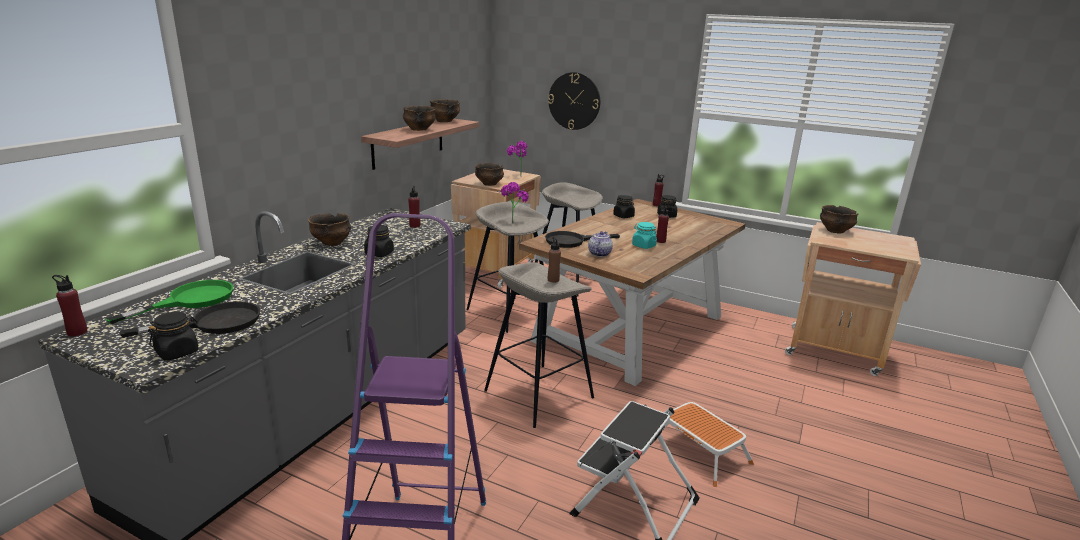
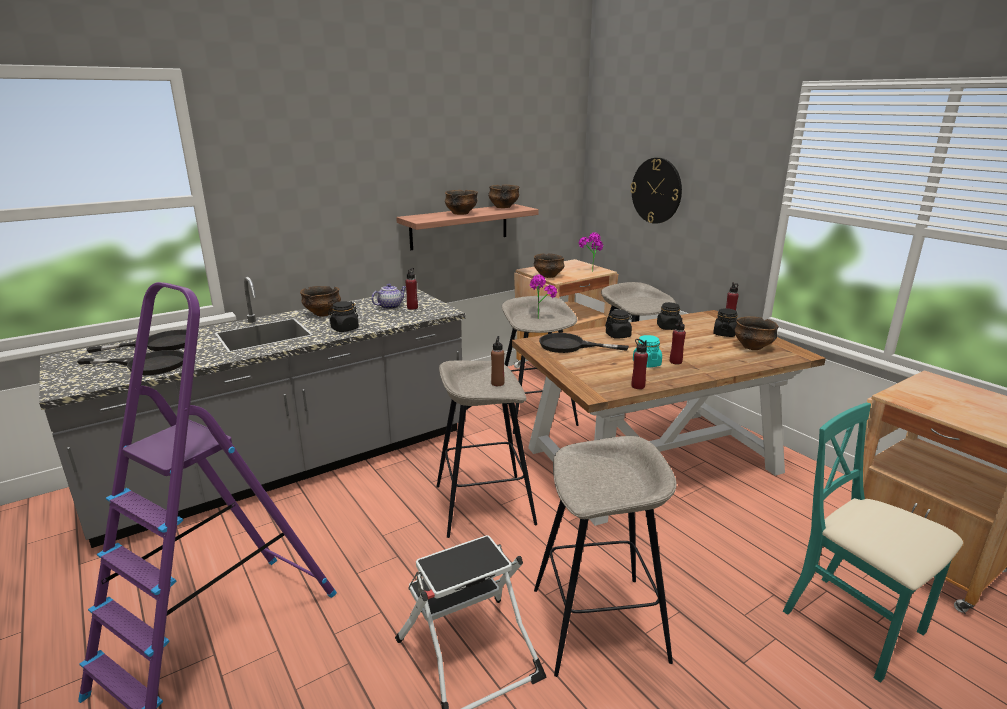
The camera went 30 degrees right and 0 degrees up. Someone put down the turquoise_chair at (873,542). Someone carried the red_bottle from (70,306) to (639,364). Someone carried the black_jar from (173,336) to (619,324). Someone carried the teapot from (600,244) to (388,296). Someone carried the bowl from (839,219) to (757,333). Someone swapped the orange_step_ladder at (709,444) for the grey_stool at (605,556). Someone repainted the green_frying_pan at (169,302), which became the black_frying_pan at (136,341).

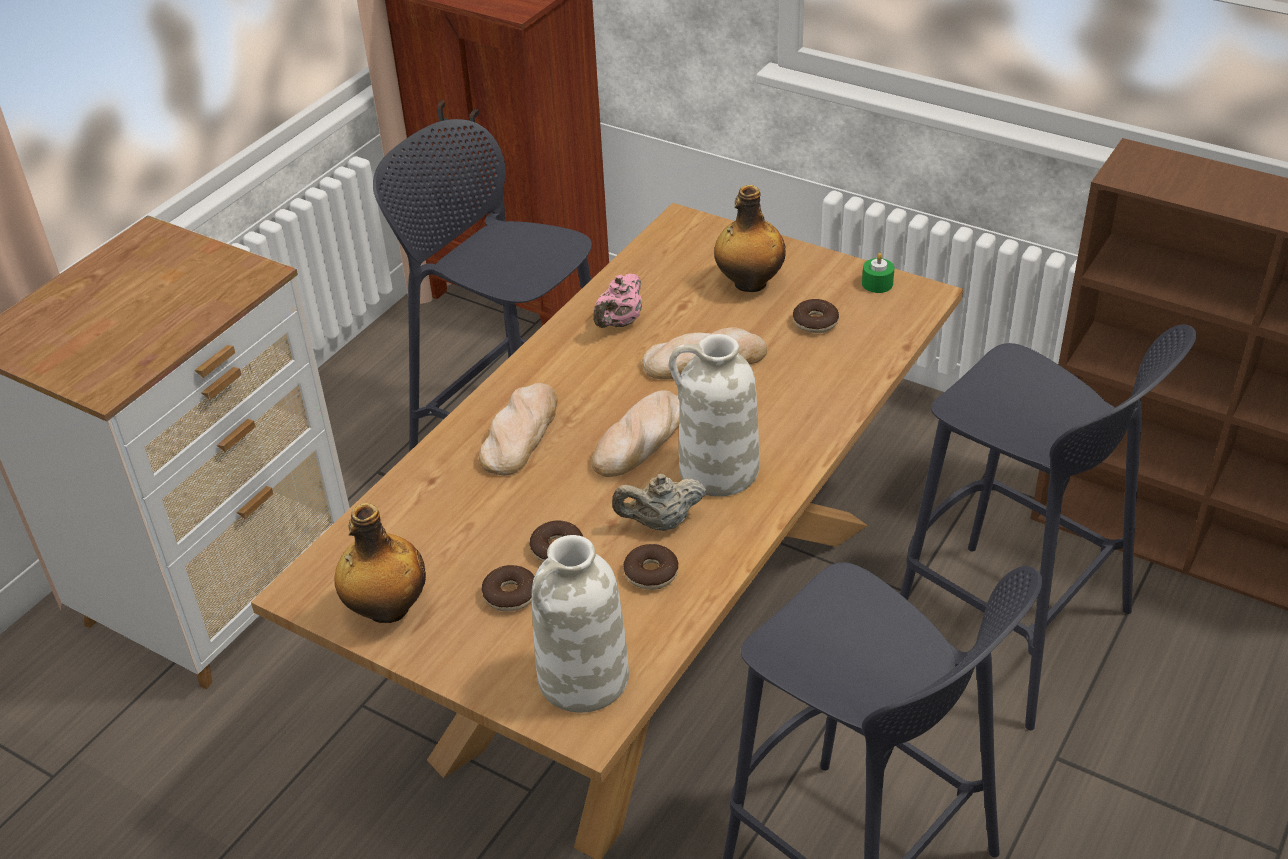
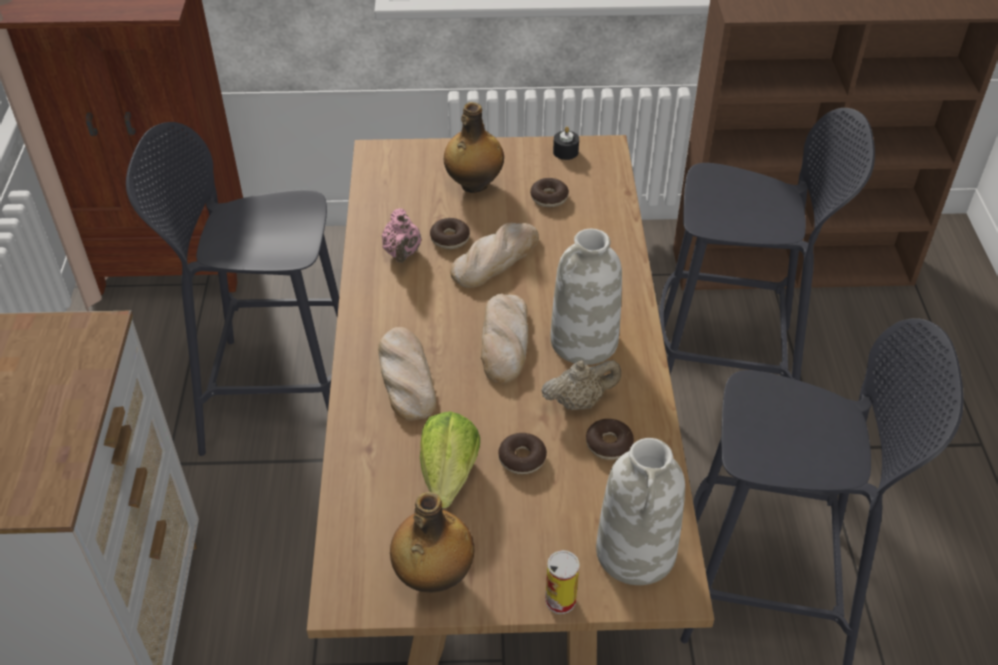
The camera went 35 degrees left and 5 degrees up. Someone put down the lettuce at (450,460). Someone put down the can at (562,582). Someone carried the donut from (508,588) to (450,233). Someone repainted the green_candle at (878,273), which became the black_candle at (566,143). Someone rotated the beige_teapot at (659,502) by 150 degrees counterclockwise.

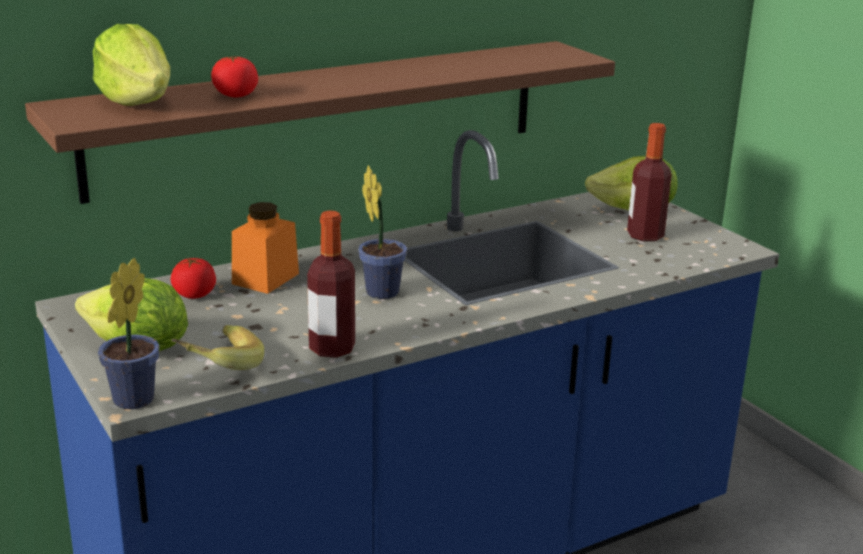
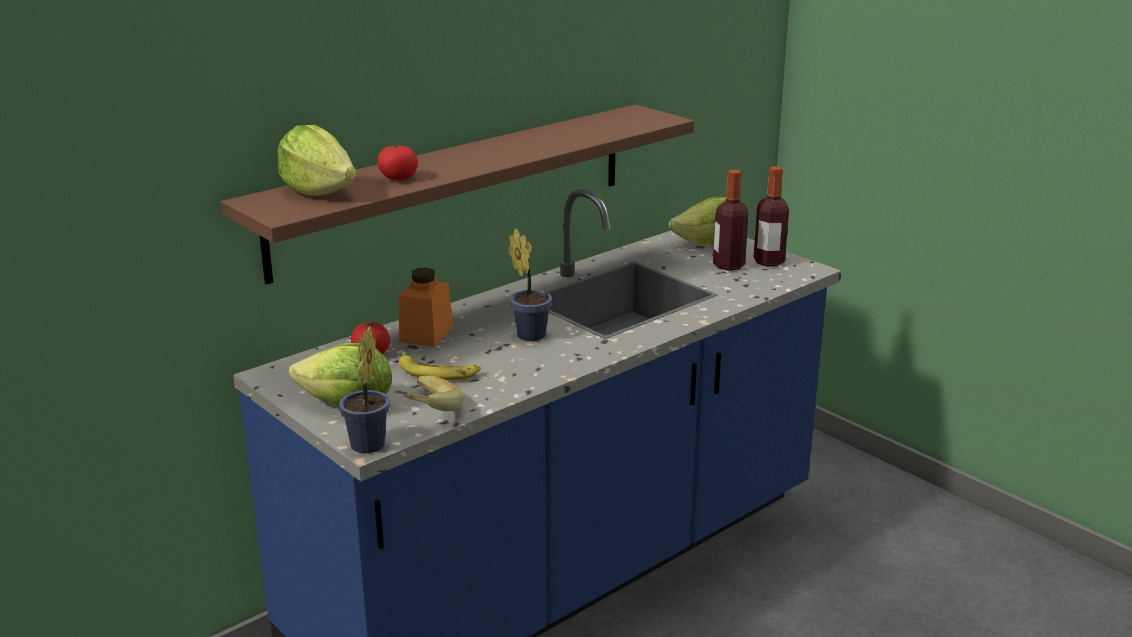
The camera went 10 degrees left and 0 degrees up. Someone put down the banana at (440,366). Someone carried the bottle from (331,284) to (771,216).

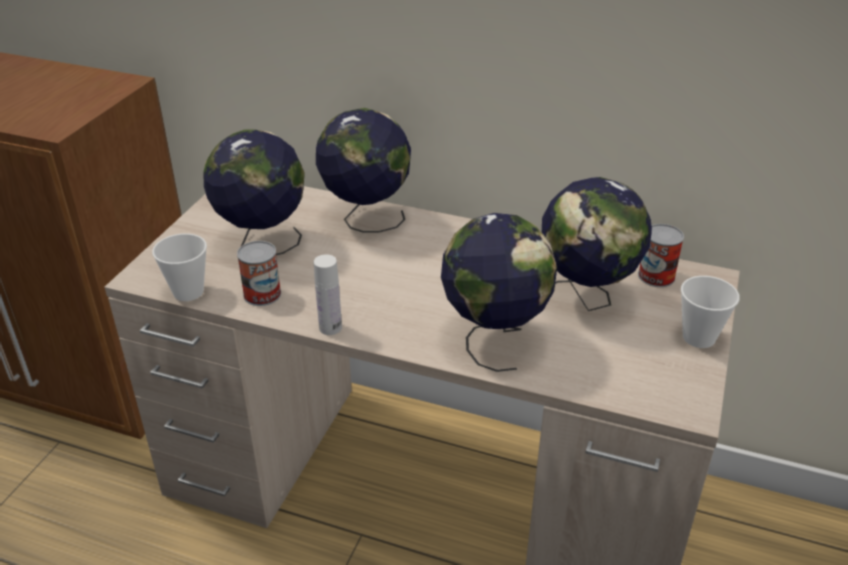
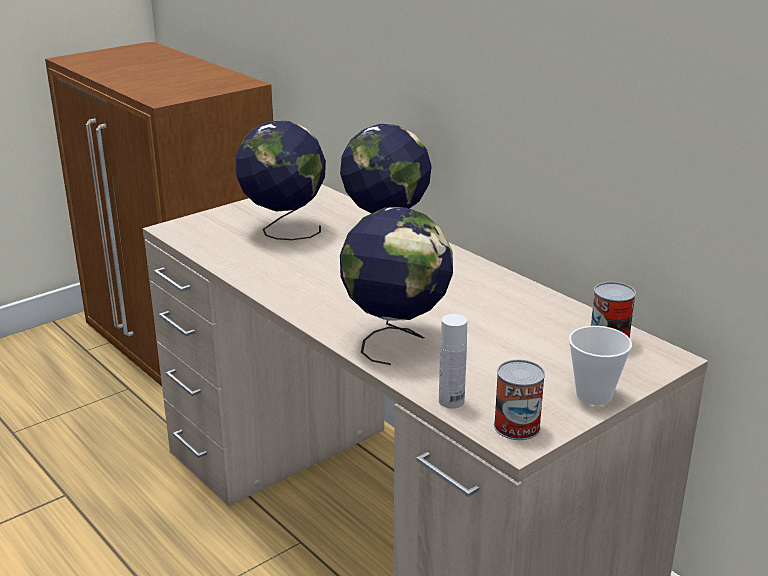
The camera went 30 degrees right and 10 degrees down. Someone took away the cup at (179,267). Someone took away the globe at (597,244). Someone carried the can from (259,273) to (519,399). Someone carried the white_bottle from (328,294) to (453,361).

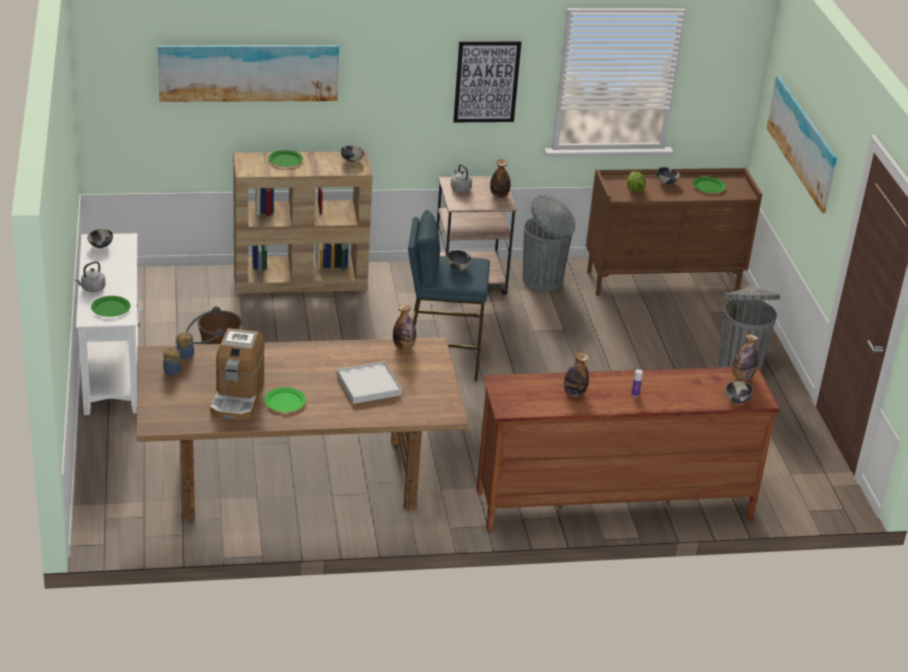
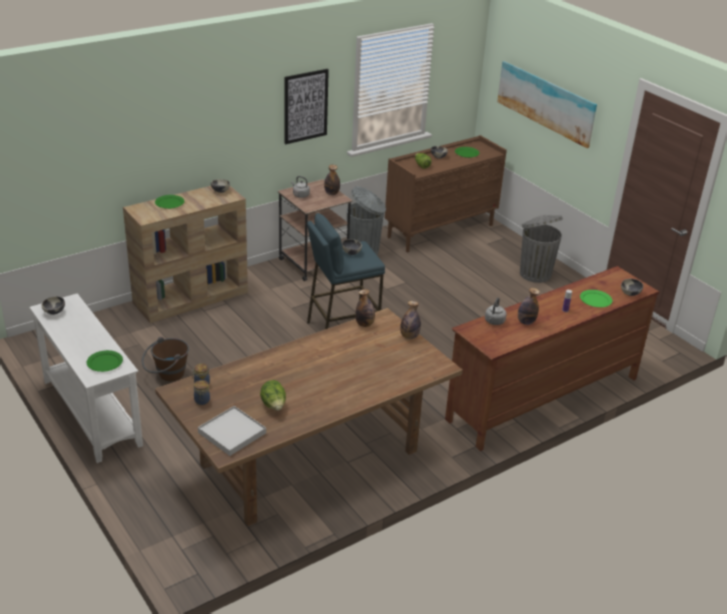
The camera went 25 degrees left and 0 degrees up. Someone took away the picture at (248,73). Someone carried the grey_kettle from (90,276) to (496,311). Someone carried the green_plate from (285,399) to (596,298). Someone carried the white_tray from (369,382) to (232,431). Someone carried the bottle from (745,357) to (410,320). Someone swapped the coffee_machine at (237,374) for the lettuce at (273,395).

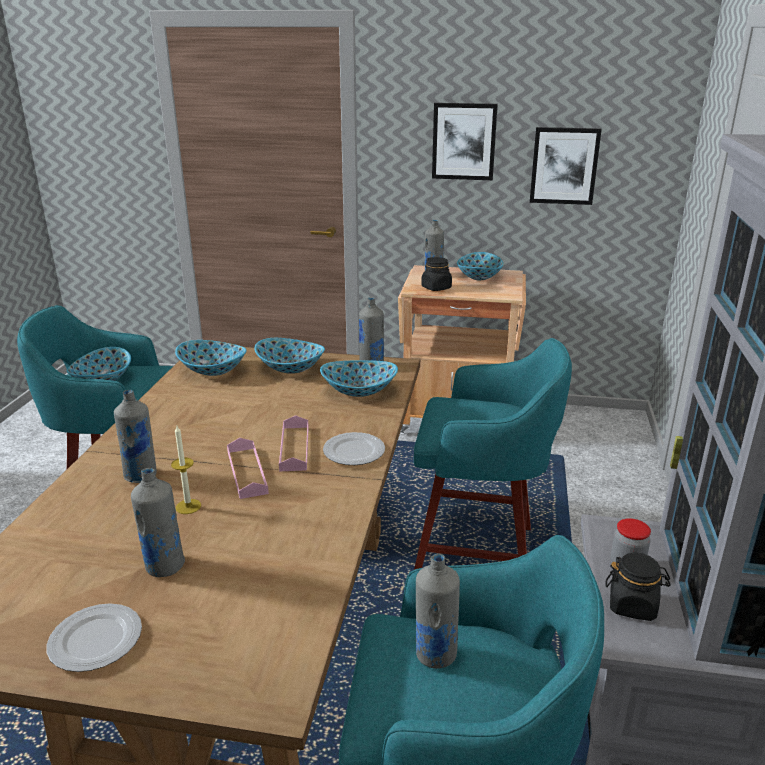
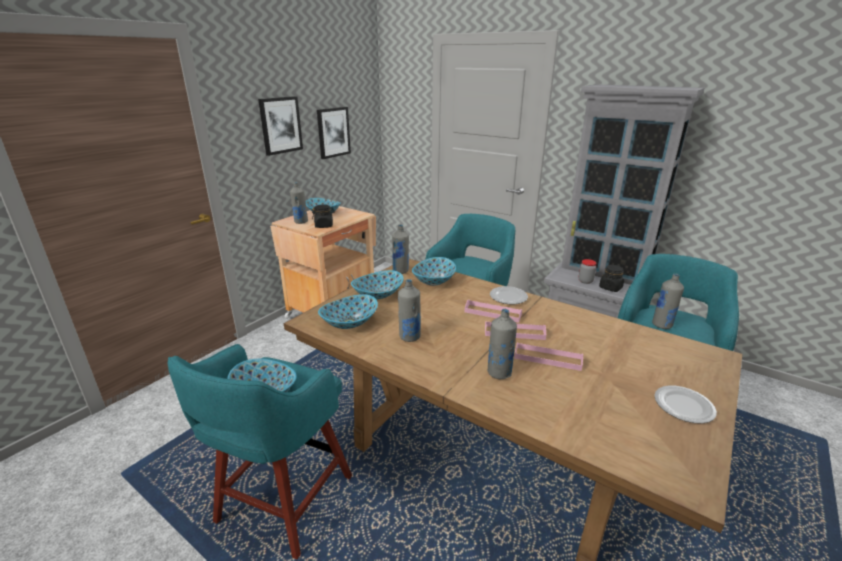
The camera went 65 degrees left and 0 degrees up. Someone carried the grey_bottle from (158,522) to (409,310). Someone swapped the candle at (186,470) for the pink_tray at (548,356).

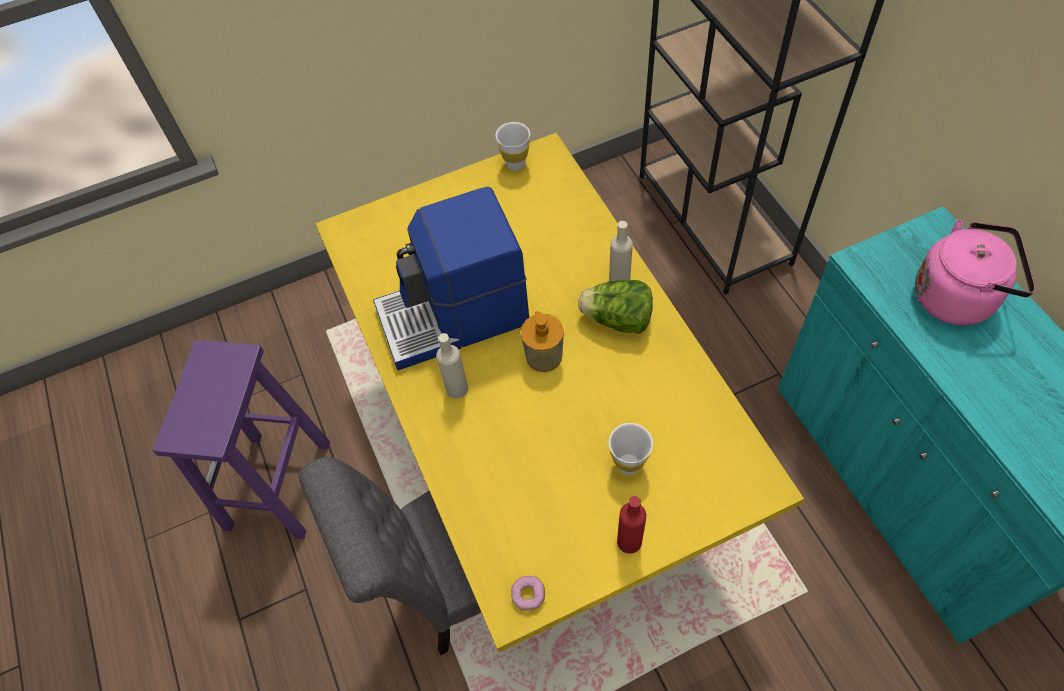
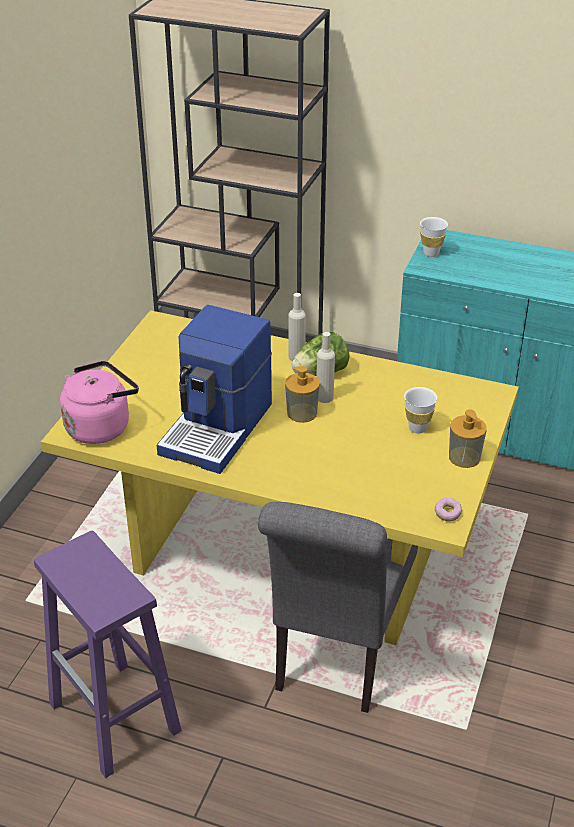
The camera went 50 degrees left and 20 degrees down. Someone carried the beige_bottle from (452,366) to (325,367). Someone carried the white_cup from (513,146) to (434,237). Someone carried the pink_kettle from (975,272) to (99,402). Someone swapped the red_bottle at (631,525) for the soap_dispenser at (468,438).

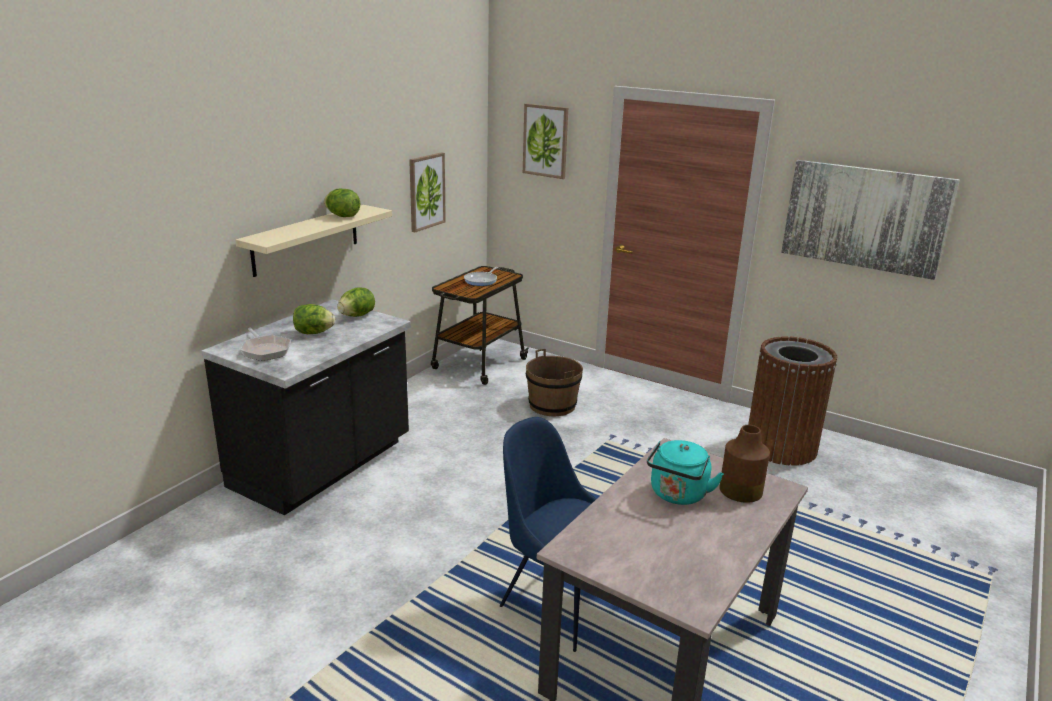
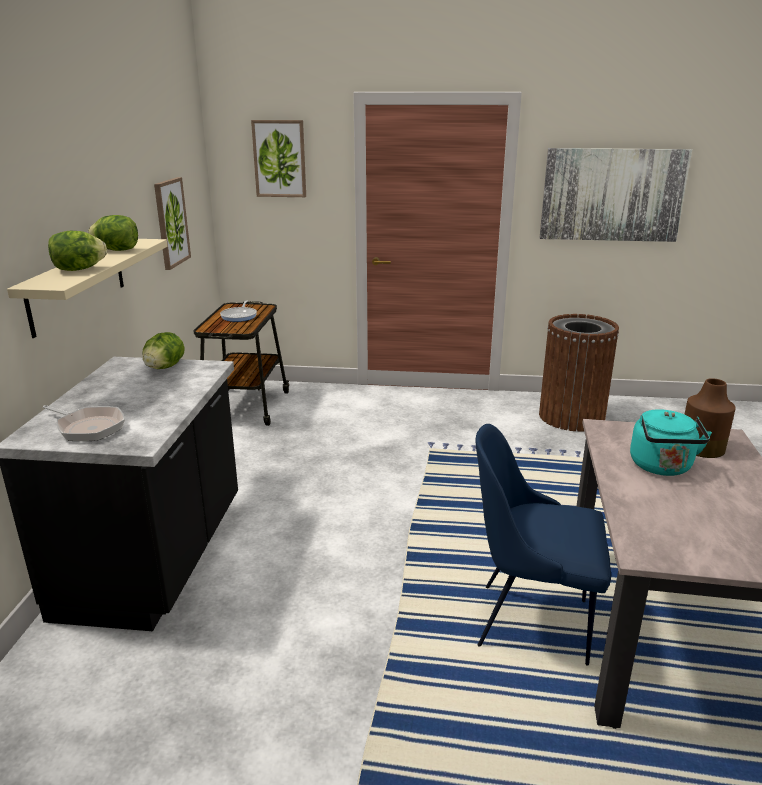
The camera went 25 degrees left and 0 degrees up. Someone took away the brown_bucket at (554,382). Someone carried the lettuce from (314,319) to (77,251).

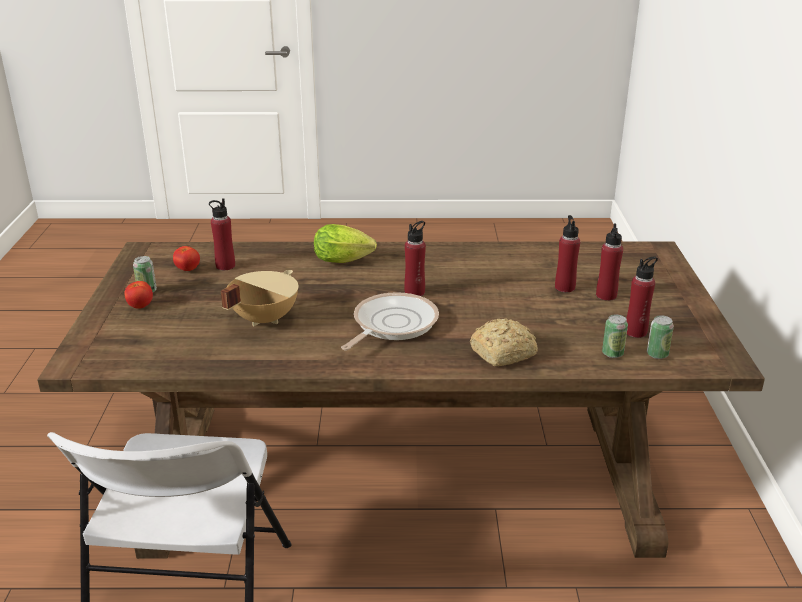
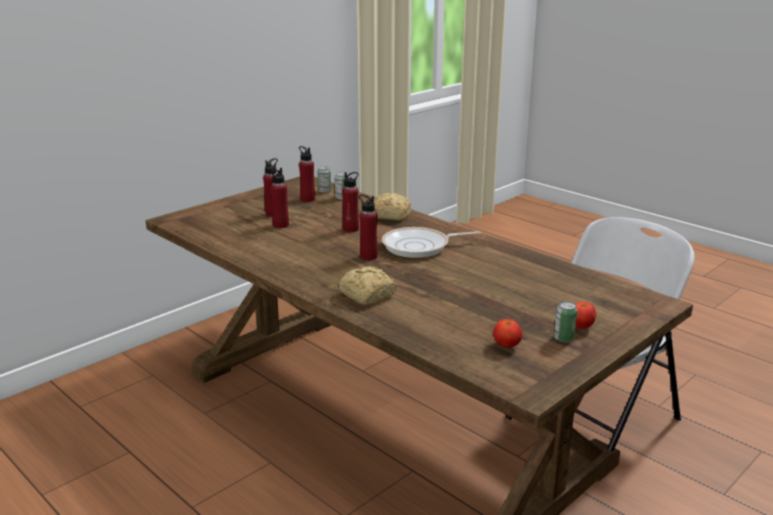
The camera went 135 degrees left and 5 degrees down. Someone took away the beige_cooking_pot at (259,298). Someone carried the red_bottle from (222,234) to (350,202). Someone swapped the lettuce at (345,243) for the bread at (368,285).

